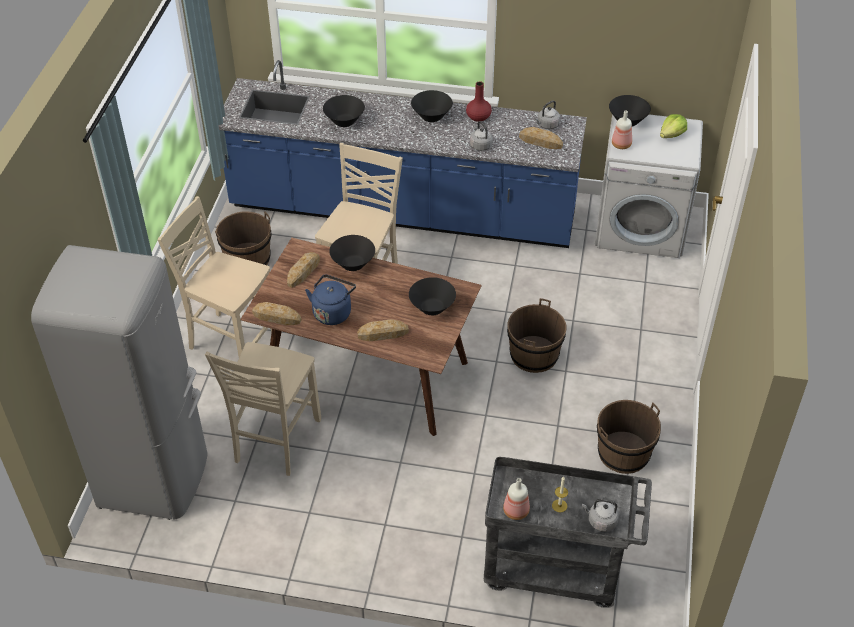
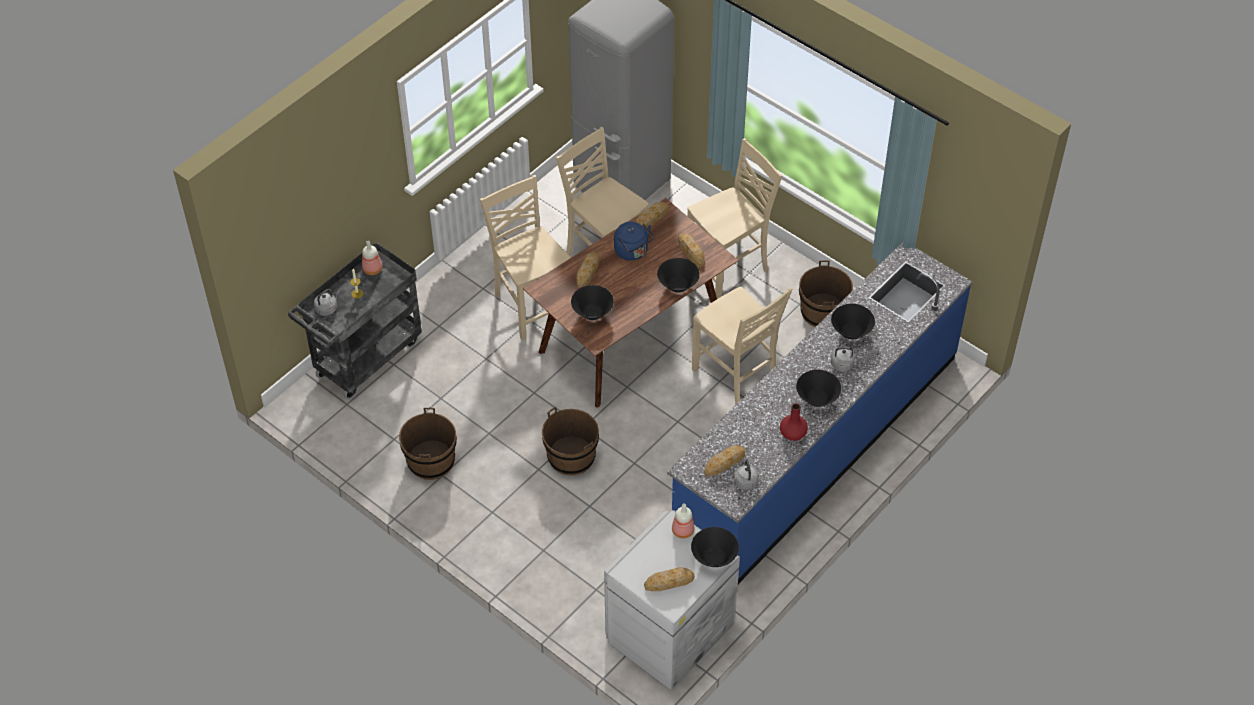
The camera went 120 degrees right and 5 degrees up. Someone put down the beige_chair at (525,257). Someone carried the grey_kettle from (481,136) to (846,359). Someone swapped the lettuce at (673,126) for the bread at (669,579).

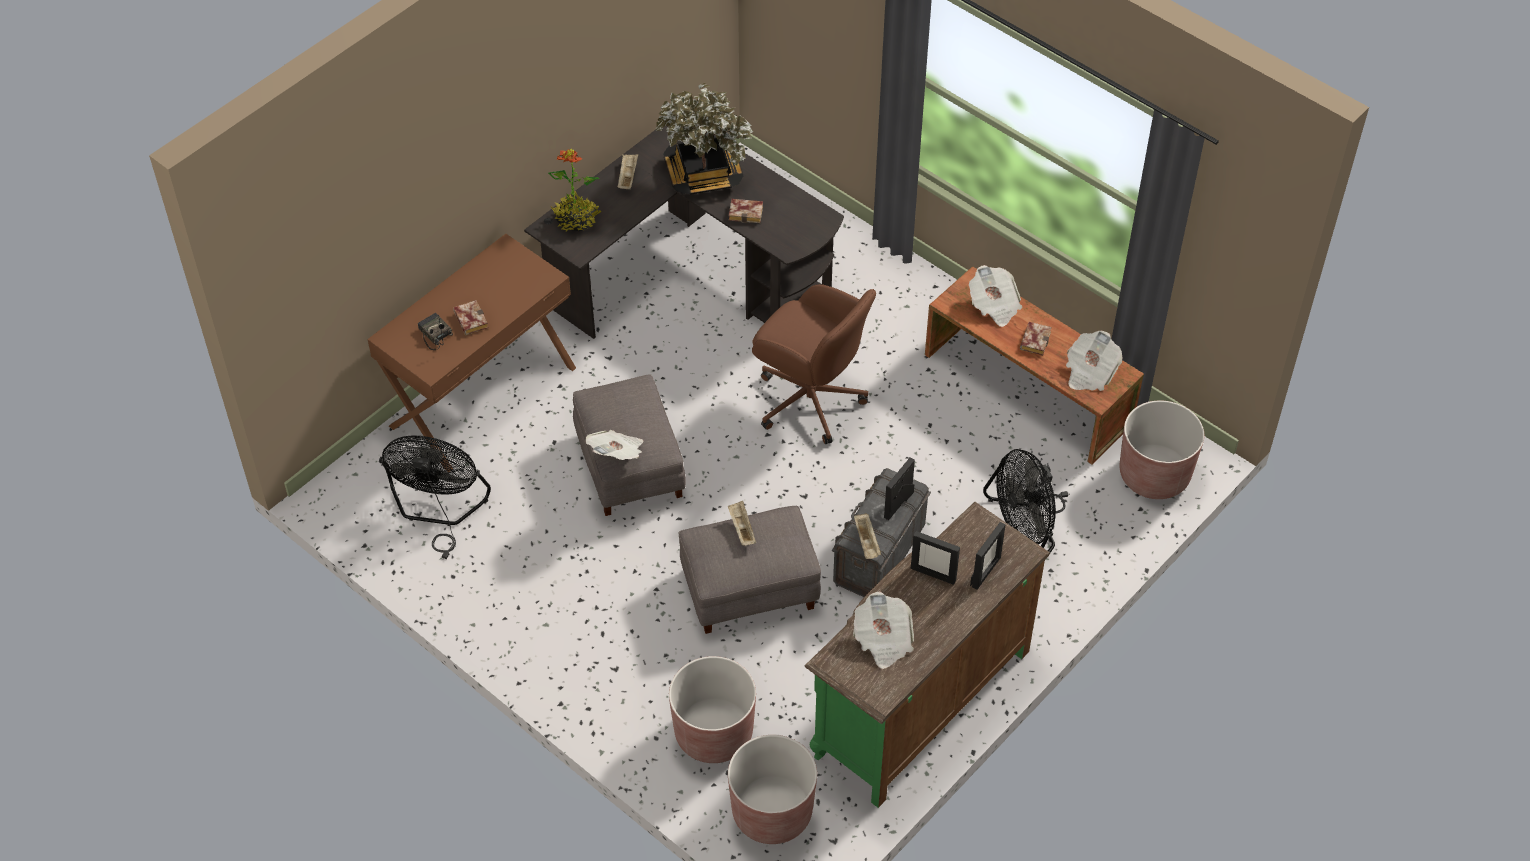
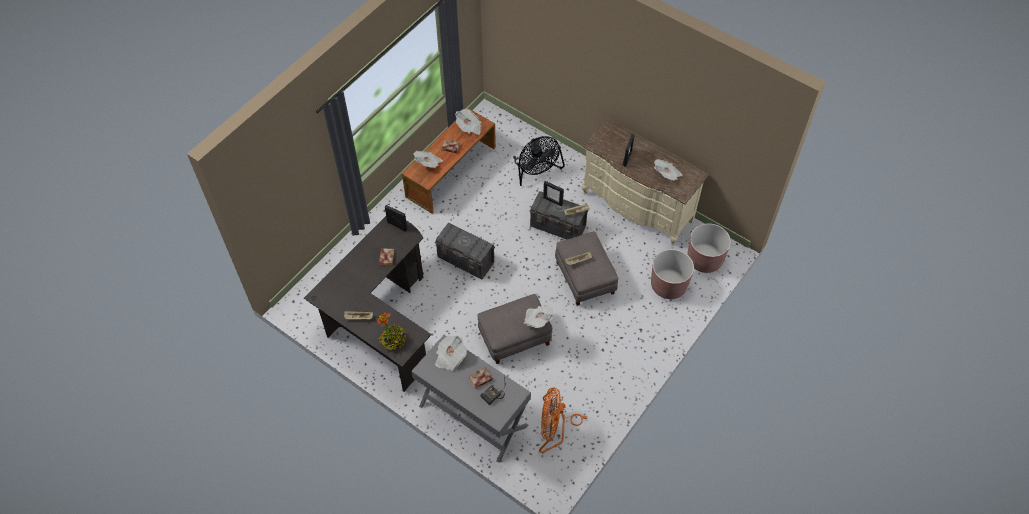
The camera went 95 degrees left and 5 degrees up. Someone took away the potted_plant at (704,139). Someone took away the brown_planter at (1162,449). Someone put down the newspaper at (451,353). Someone carried the picture_frame from (988,556) to (396,218). Someone swapped the brown_office_chair at (814,364) for the grey_storage_box at (465,251). Someone repainted the brown_console_table at (471,353), which became the grey_console_table at (471,399). Someone repainted the black_fan at (435,497), which became the orange_fan at (563,420). Someone repainted the green_dresser at (927,654), which became the beige_dresser at (645,182).

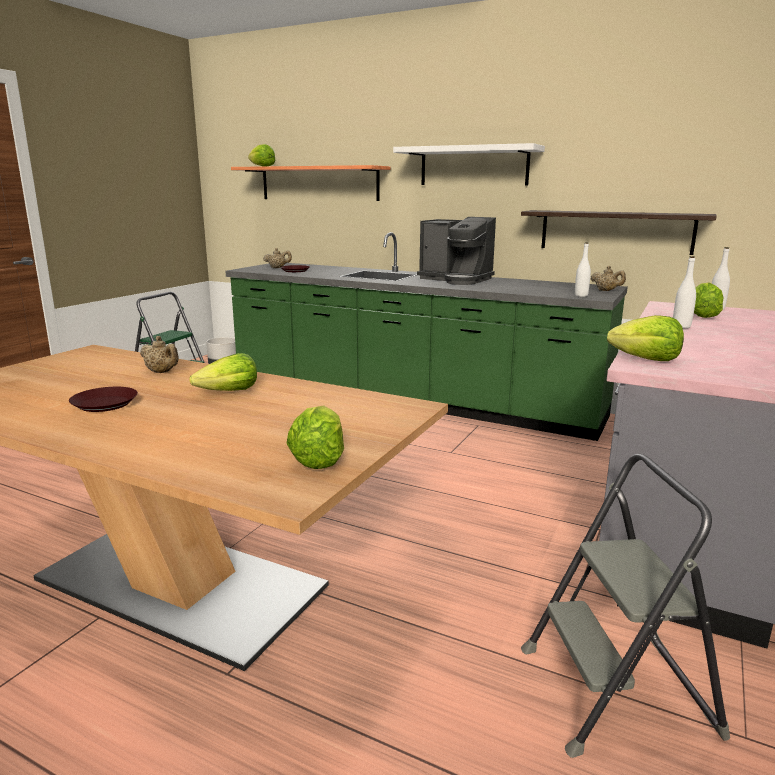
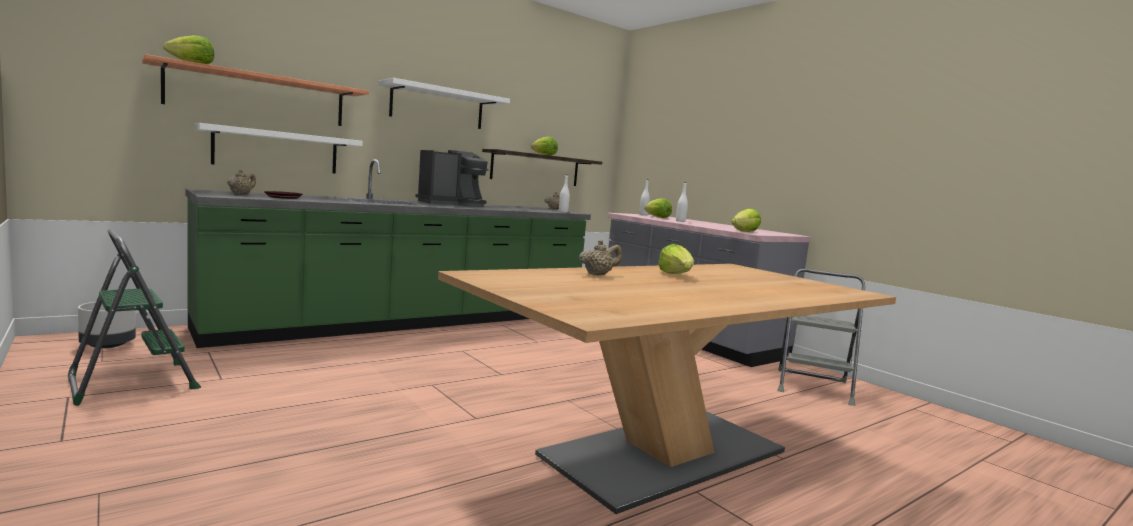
The camera went 65 degrees left and 10 degrees down. Someone took away the brown_plate at (103,399). Someone put up the white_shelf at (278,148). Someone carried the lettuce from (315,437) to (544,146).

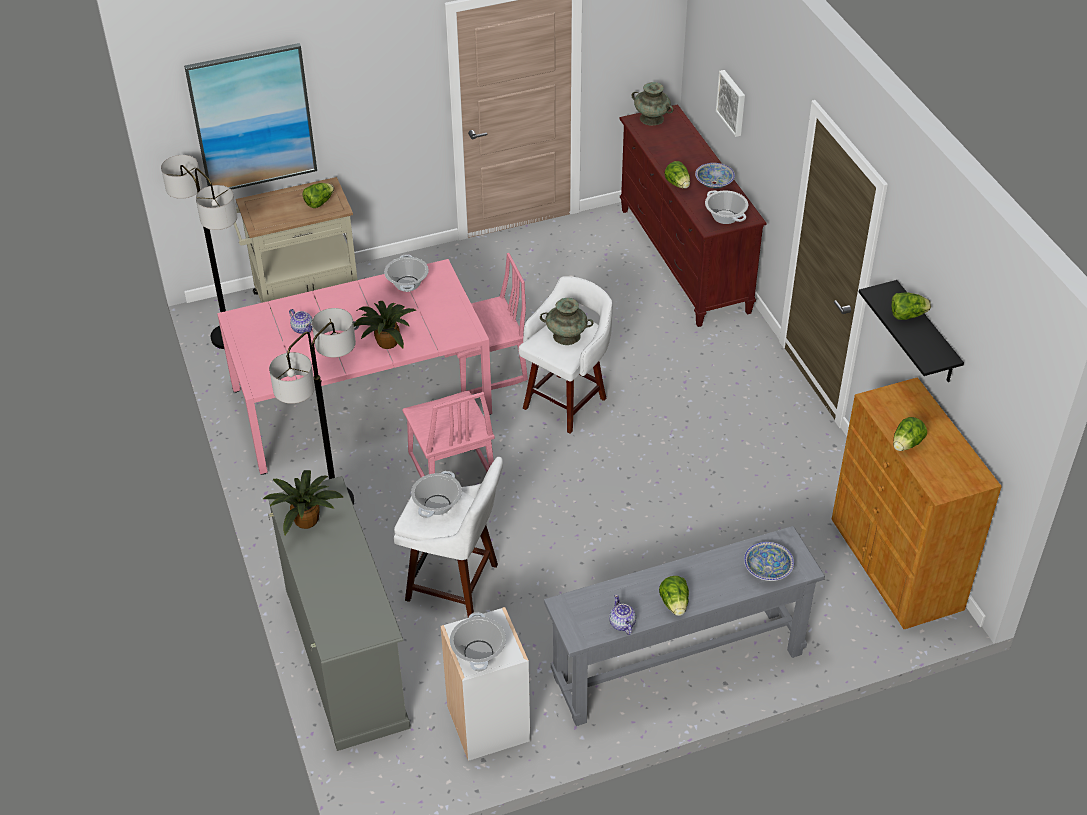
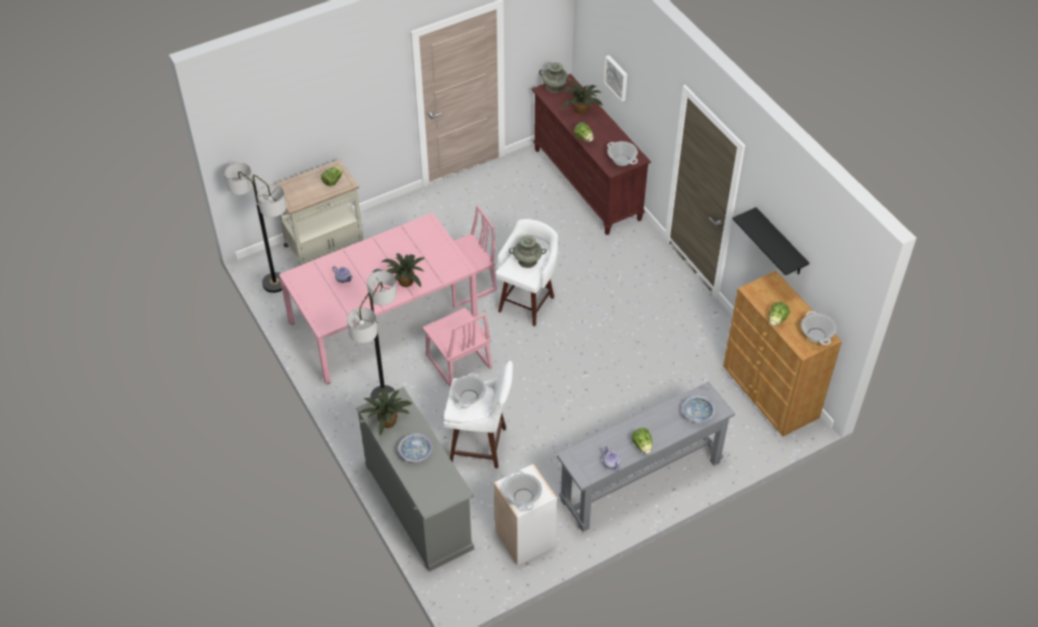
The camera went 10 degrees left and 5 degrees up. Someone took away the picture at (250,116). Someone took away the lettuce at (911,306). Someone put down the potted_plant at (582,98). Someone carried the cooking_pot from (406,273) to (819,328). Someone carried the bowl from (715,176) to (415,447).

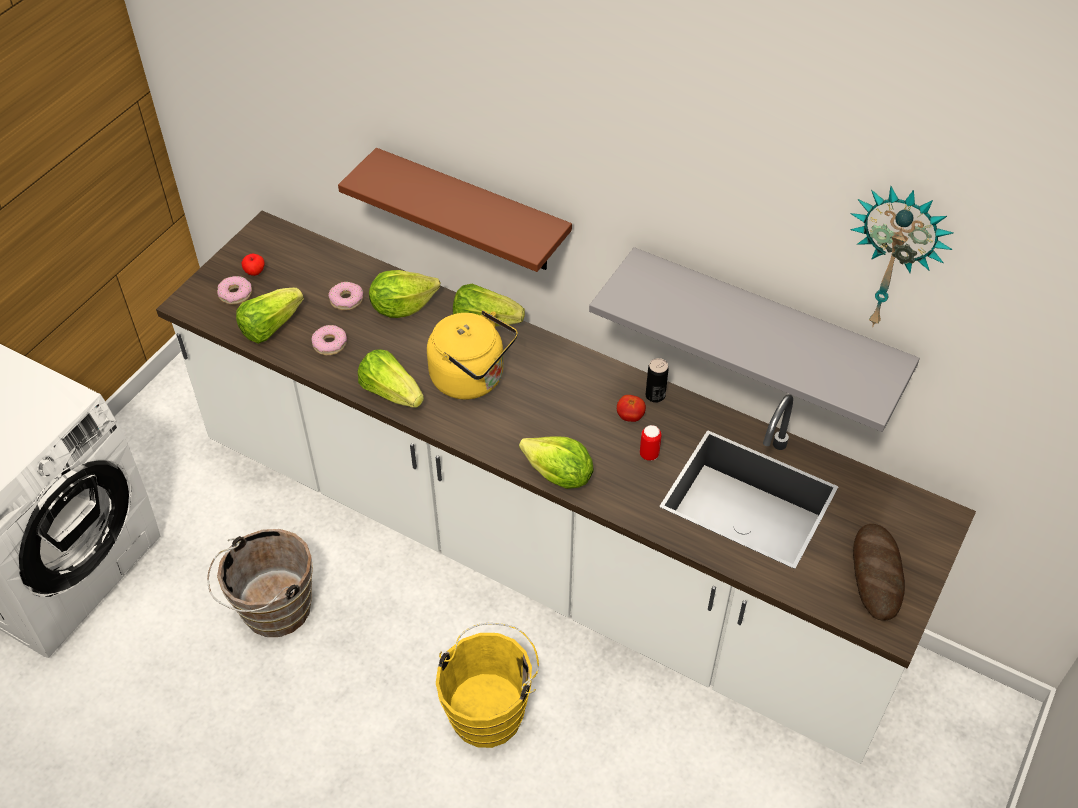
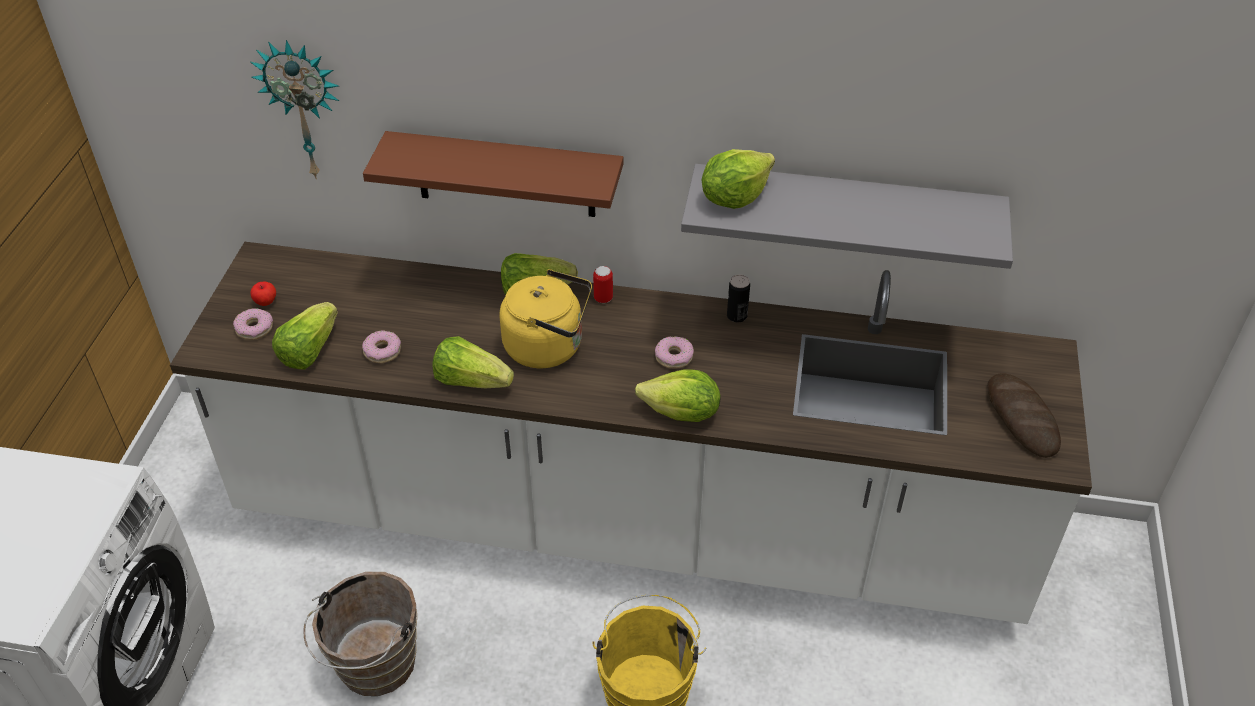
The camera went 20 degrees left and 5 degrees down. Someone took away the tomato at (631,408). Someone carried the donut from (345,296) to (674,352). Someone carried the lettuce from (404,294) to (738,179). Someone carried the can from (651,443) to (603,284). Someone carried the wall_clock from (901,256) to (294,109).

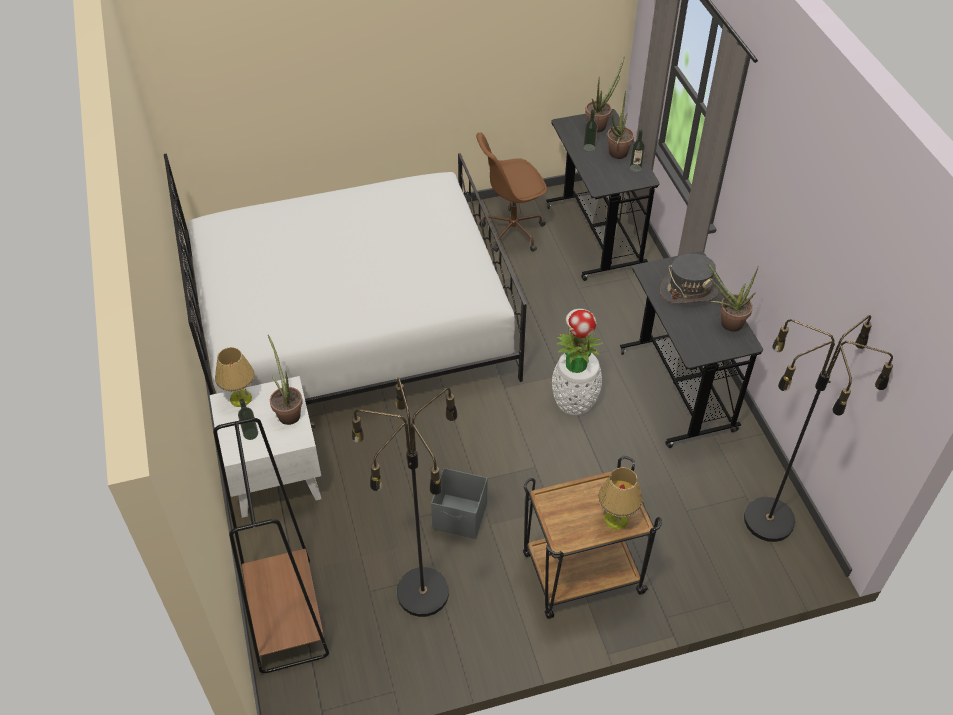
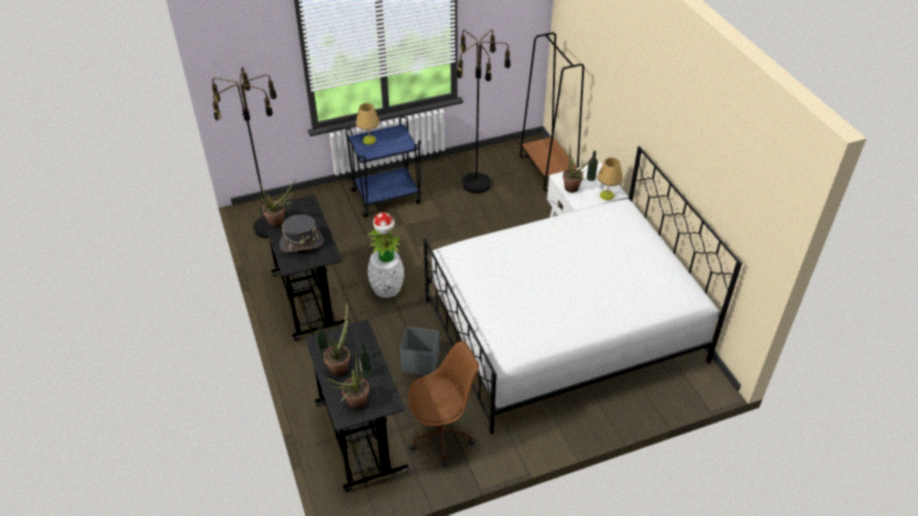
The camera went 175 degrees right and 5 degrees down. Someone carried the grey_storage_box from (459,503) to (420,351). Someone repainted the brown_cart at (592,537), which became the blue_cart at (383,166).

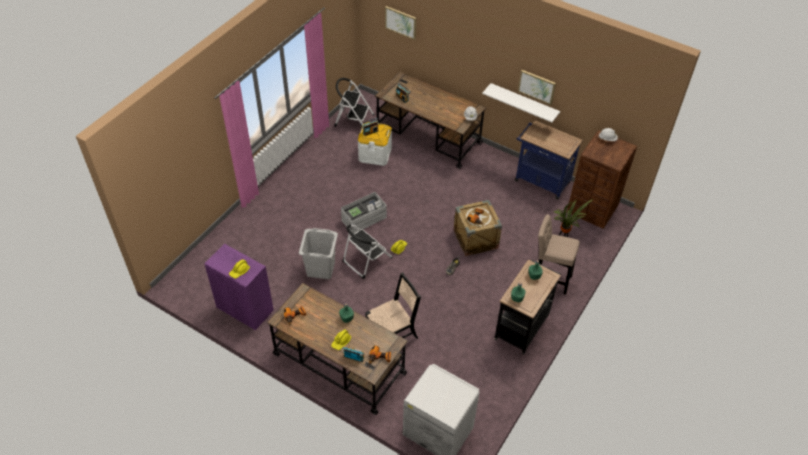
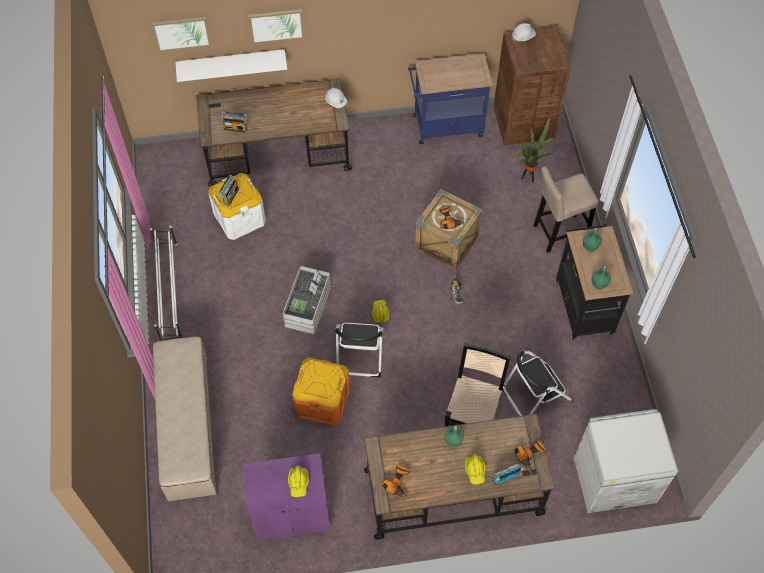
The camera went 40 degrees left and 10 degrees up. Someone put down the white_shoe_rack at (166,283). Someone put down the beige_bench at (185,418). Someone carried the step_ladder from (354,102) to (538,383). Someone carried the white_shelf from (521,102) to (231,65). Someone carried the picture from (537,87) to (276,26). Someone swapped the grey_laundry_basket at (318,253) for the orange_storage_box at (321,391).

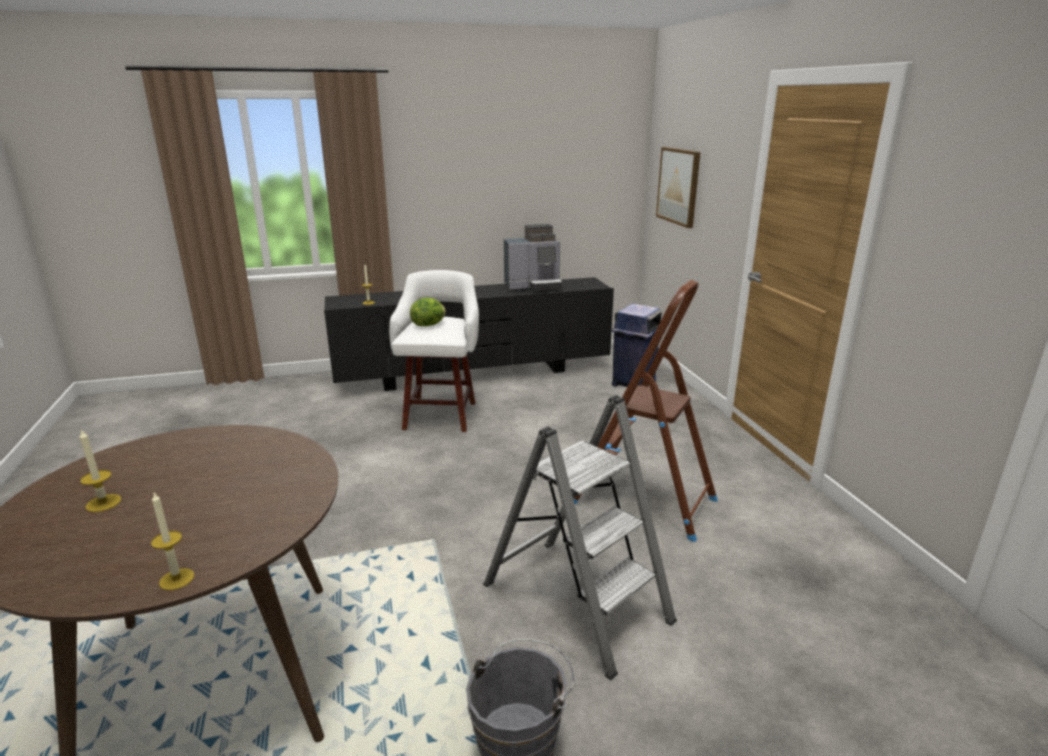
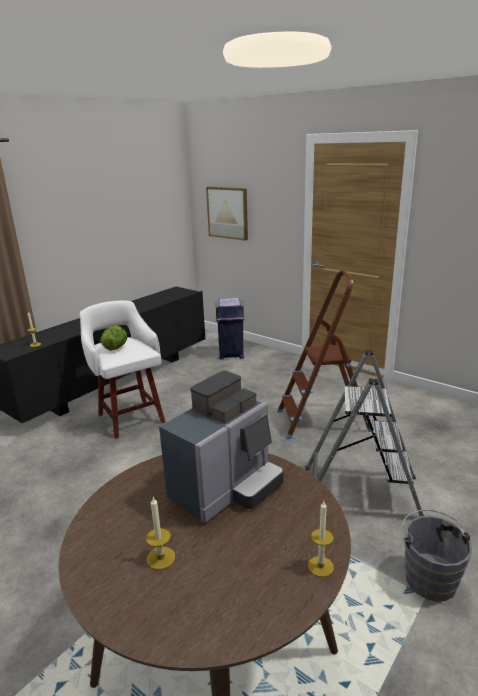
The camera went 35 degrees left and 0 degrees up. Someone carried the coffee_machine from (533,258) to (221,446).

